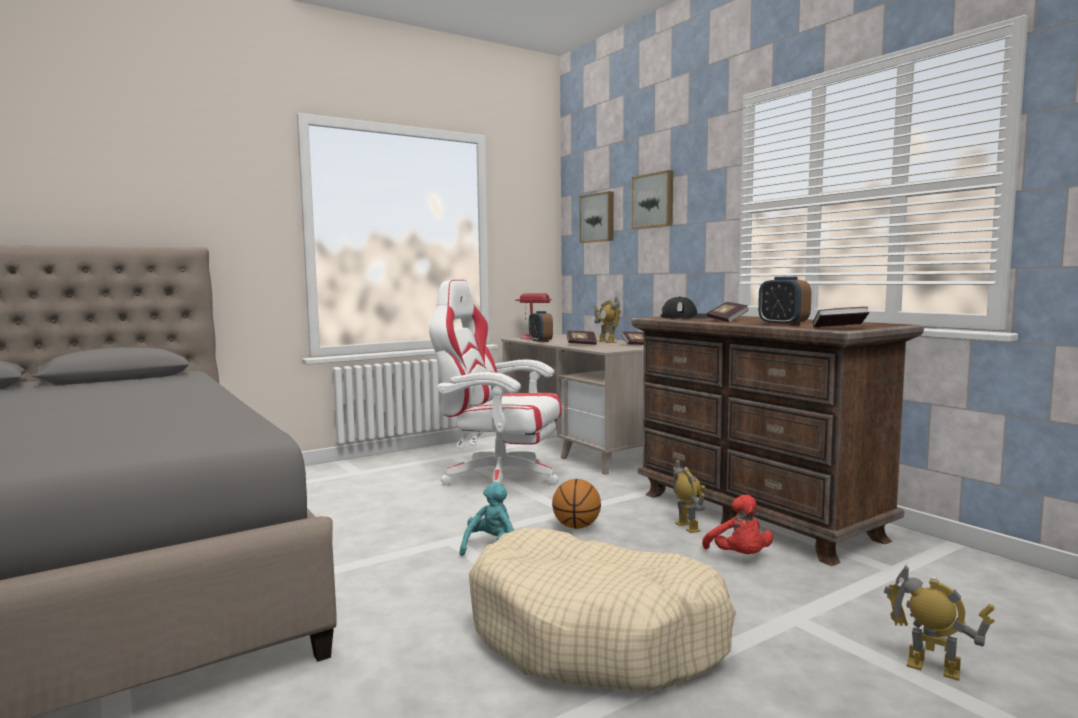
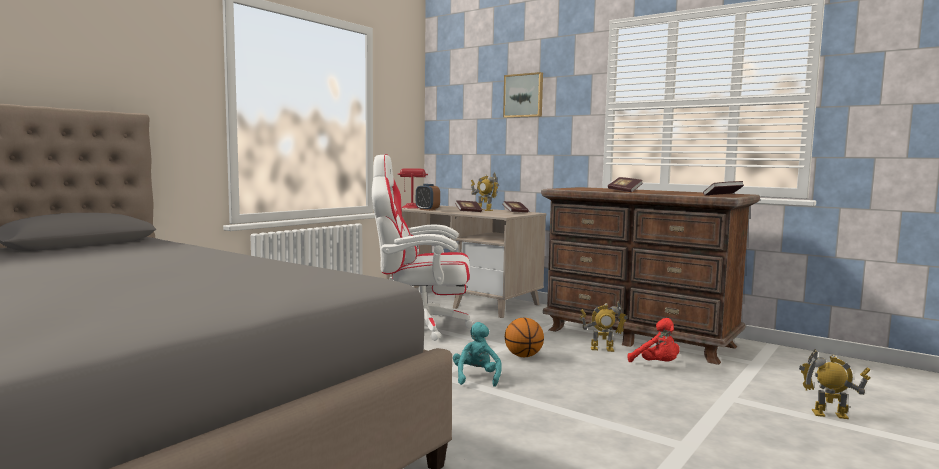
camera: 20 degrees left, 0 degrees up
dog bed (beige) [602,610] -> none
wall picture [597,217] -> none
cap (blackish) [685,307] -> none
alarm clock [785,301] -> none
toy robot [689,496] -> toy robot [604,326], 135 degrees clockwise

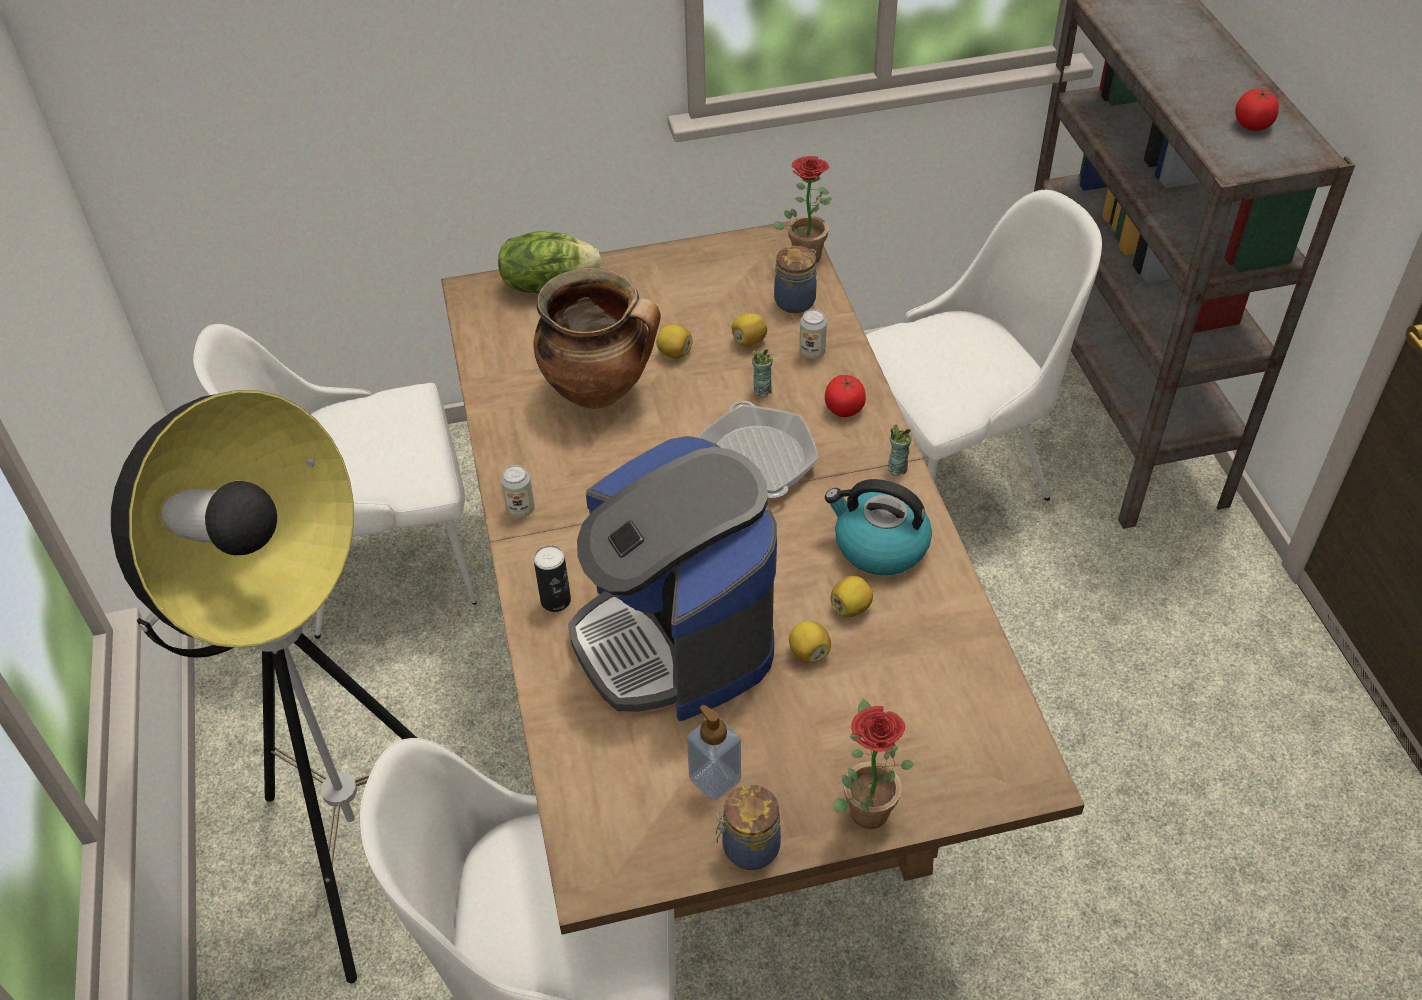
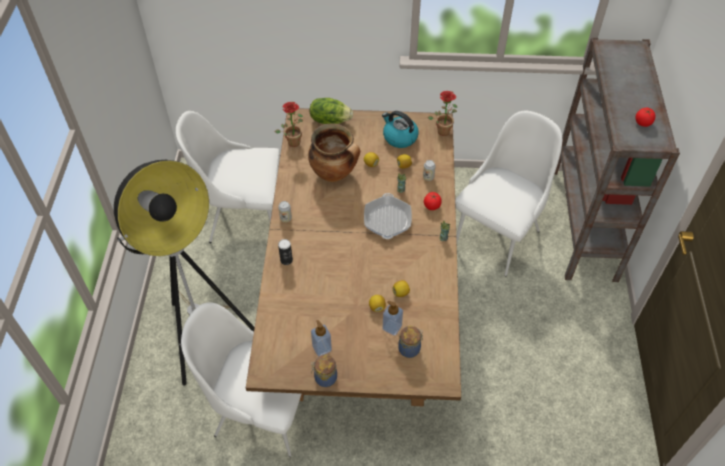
camera: 15 degrees right, 5 degrees up
coffee brewer [672,578] -> none
none -> soap dispenser [392,318]
jar [795,279] -> jar [410,342], moved
kettle [878,527] -> kettle [400,129], moved
plant in a pot [873,764] -> plant in a pot [289,124], moved
chair (white) [983,345] -> chair (white) [508,194], 45 degrees counterclockwise

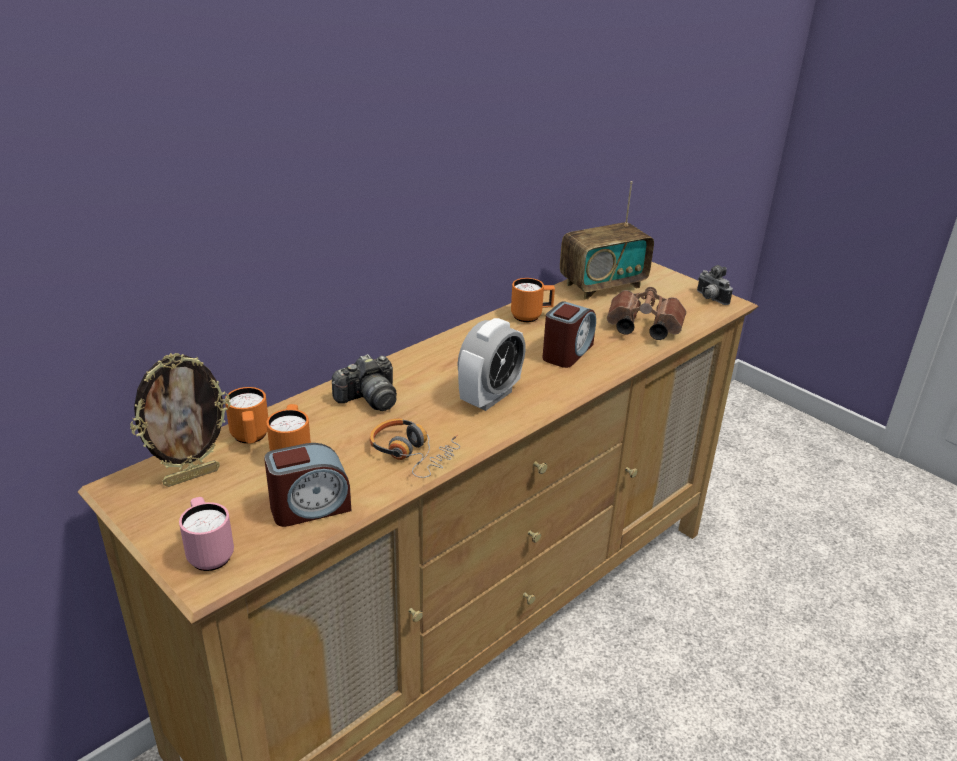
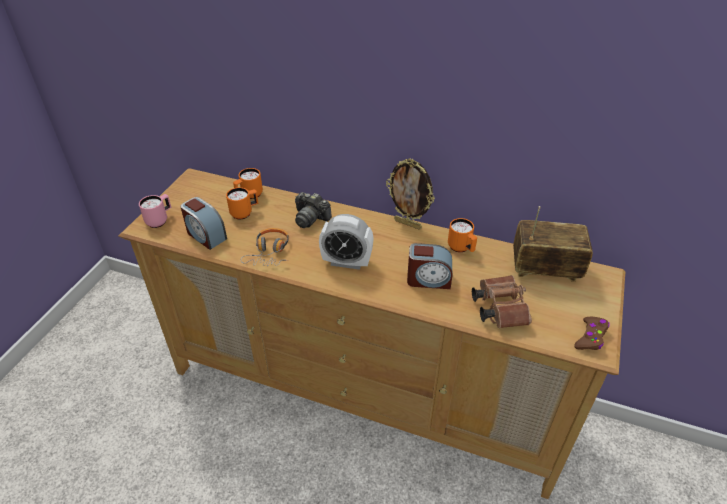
camera: 65 degrees right, 10 degrees up
photo frame [180,420] -> photo frame [410,194], moved
photo camera [715,285] -> gamepad (brown) [592,333]
radio [607,240] -> radio [553,244], 150 degrees clockwise

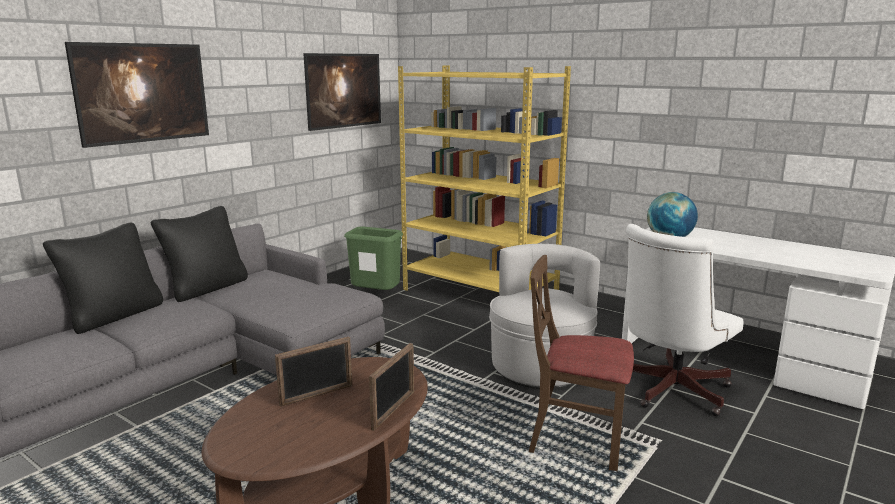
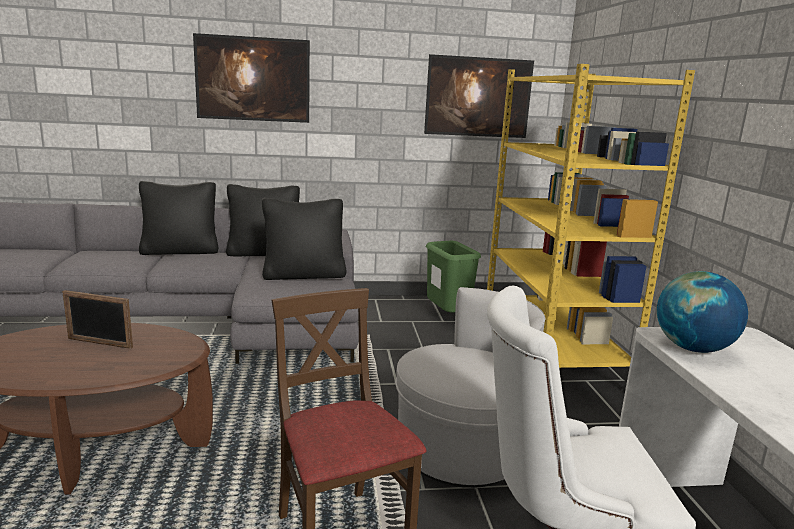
camera: 45 degrees right, 0 degrees up
photo frame [391,387] -> none
none -> throw pillow (blackish) [304,239]

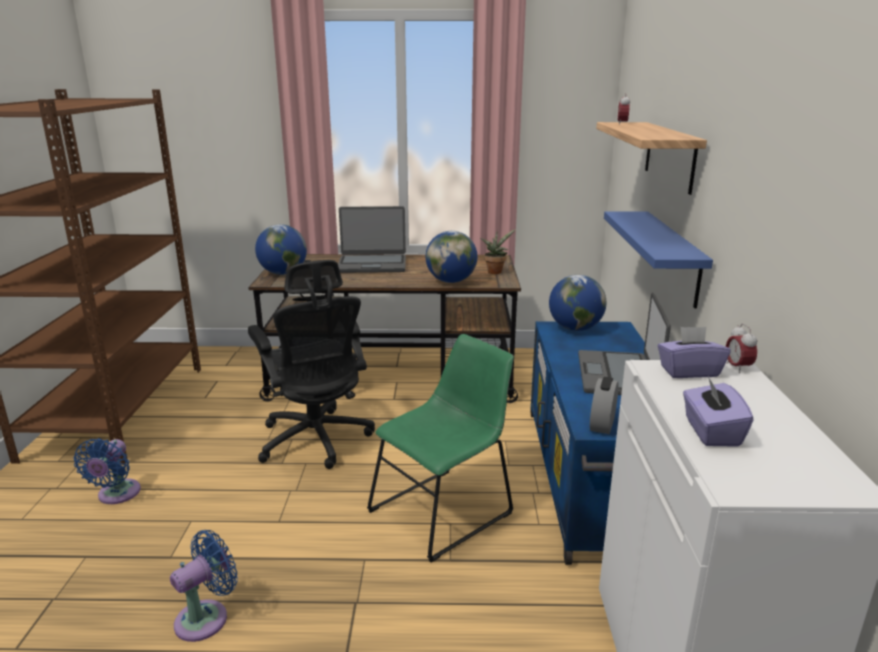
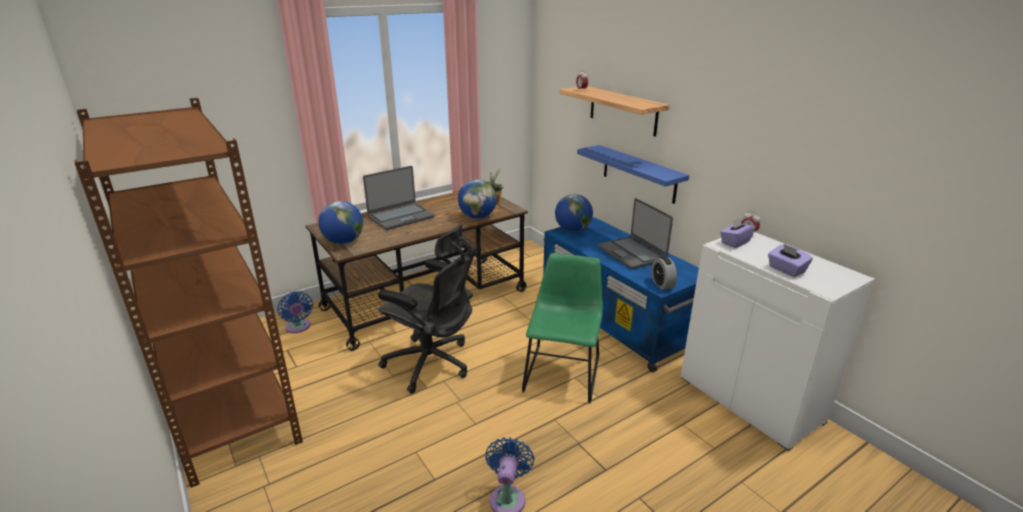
camera: 35 degrees left, 5 degrees up
electric fan (bluish) [107,471] -> electric fan (bluish) [295,312], moved

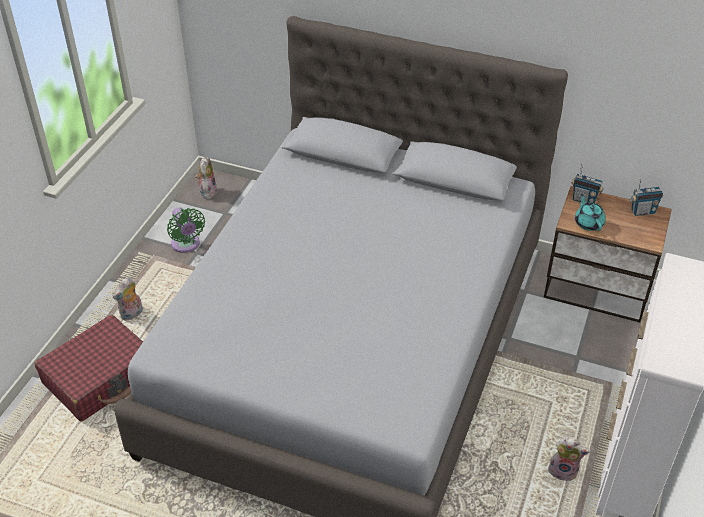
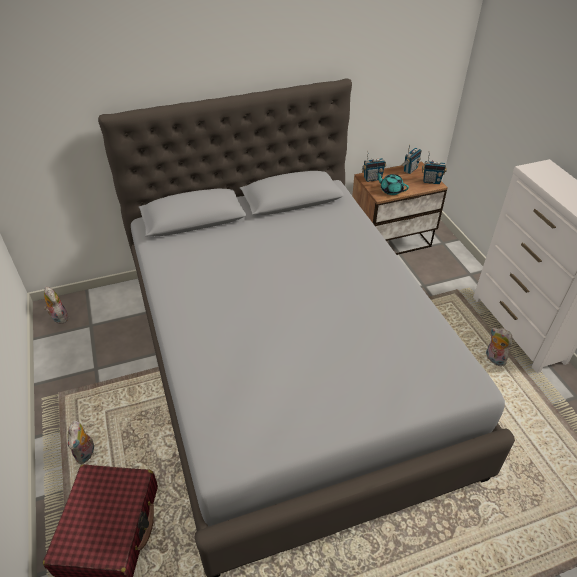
camera: 40 degrees left, 0 degrees up
electric fan (green) [186,230] -> none
none -> radio [434,167]
plush toy [569,458] -> plush toy [499,346], 105 degrees counterclockwise

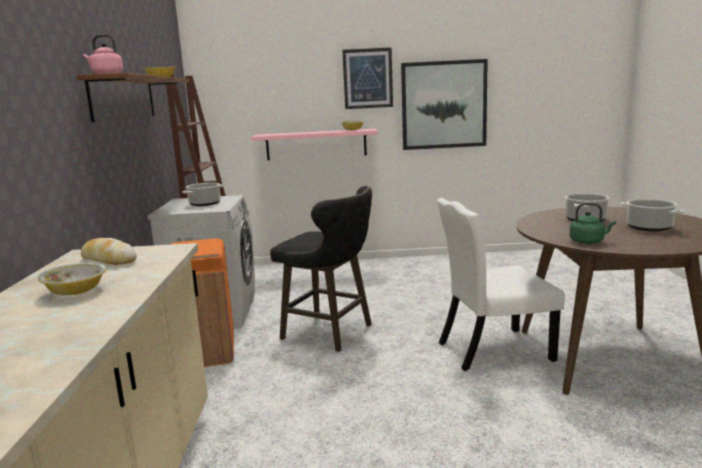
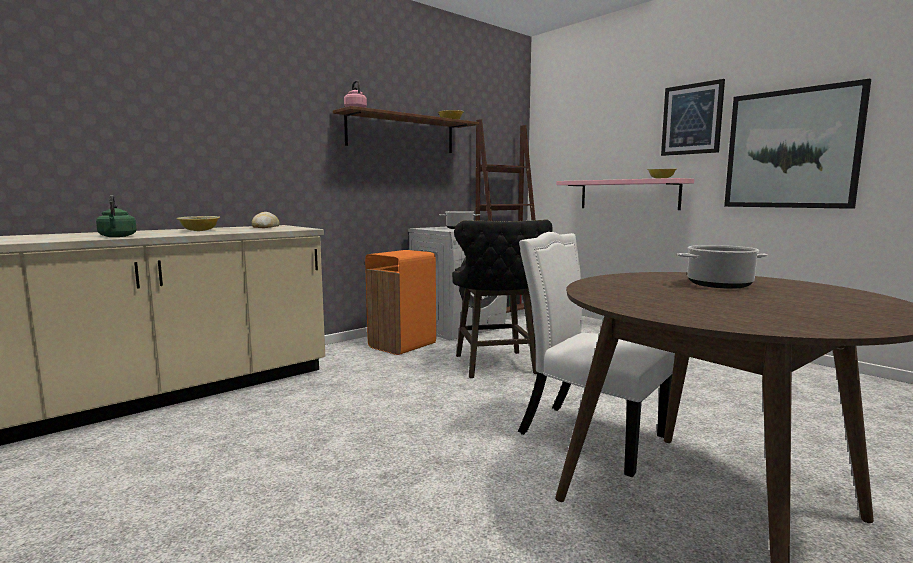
camera: 50 degrees right, 5 degrees down
cooking pot [652,215] -> none
kettle (green) [592,223] -> kettle (green) [116,216], moved

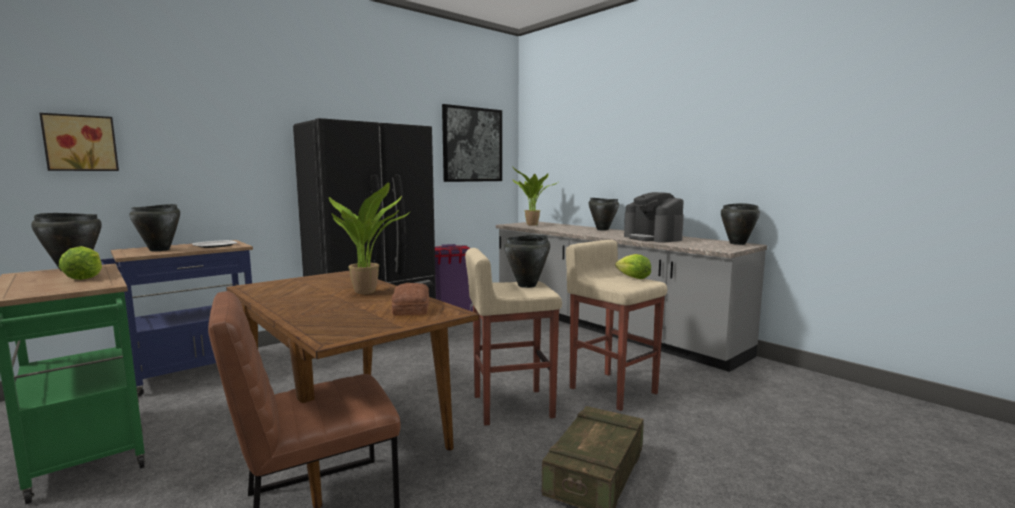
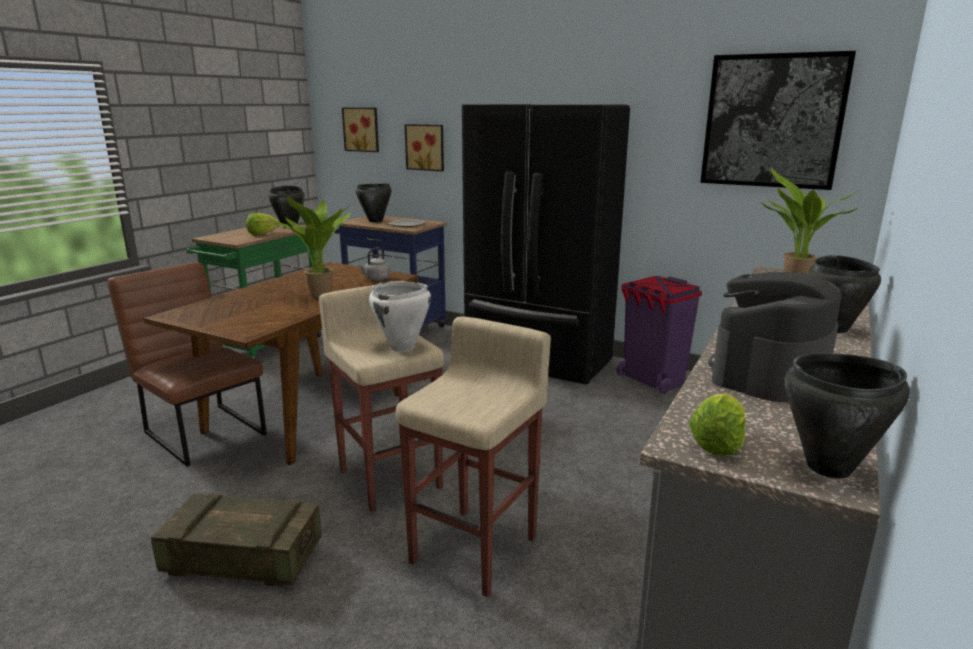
camera: 70 degrees right, 10 degrees up
baked bread [410,299] -> none
none -> kettle (grey) [375,264]
none -> wall picture [424,147]
lettuce head [633,266] -> lettuce head [717,425], moved
cooking pot (blackish) [527,261] -> cooking pot (white) [400,316]

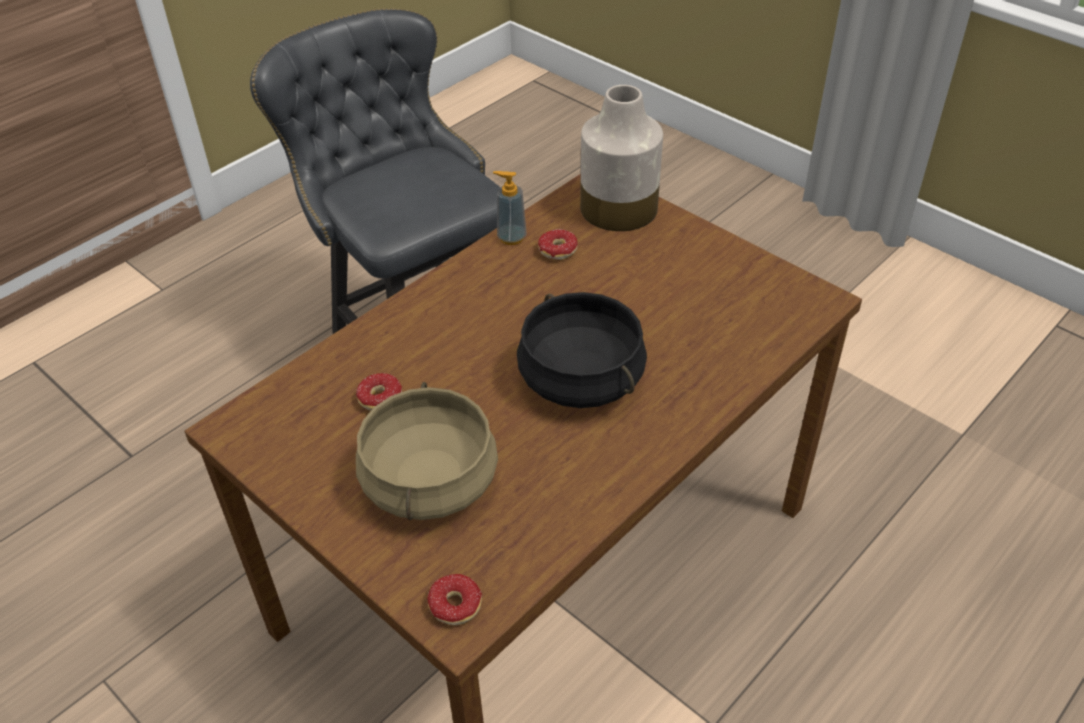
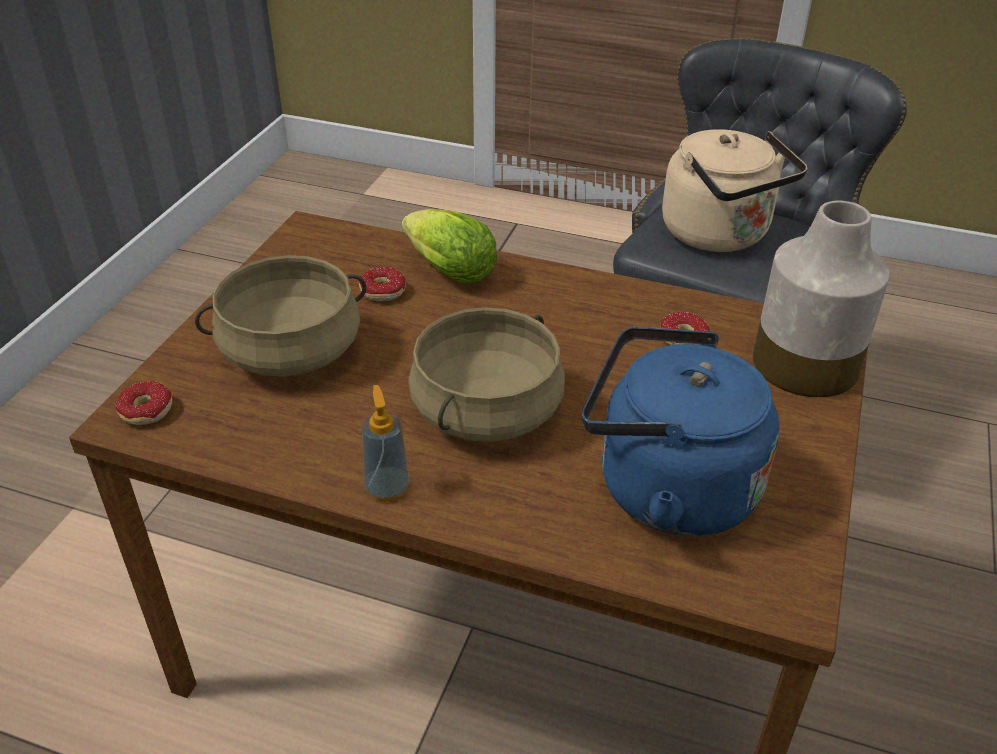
camera: 65 degrees right, 5 degrees down
none -> lettuce head [449,246]
none -> kettle (bluish) [681,431]
none -> kettle (beige) [734,190]
soap dispenser [509,208] -> soap dispenser [385,443], moved
cooking pot (blackish) [582,350] -> cooking pot (beige) [486,374]

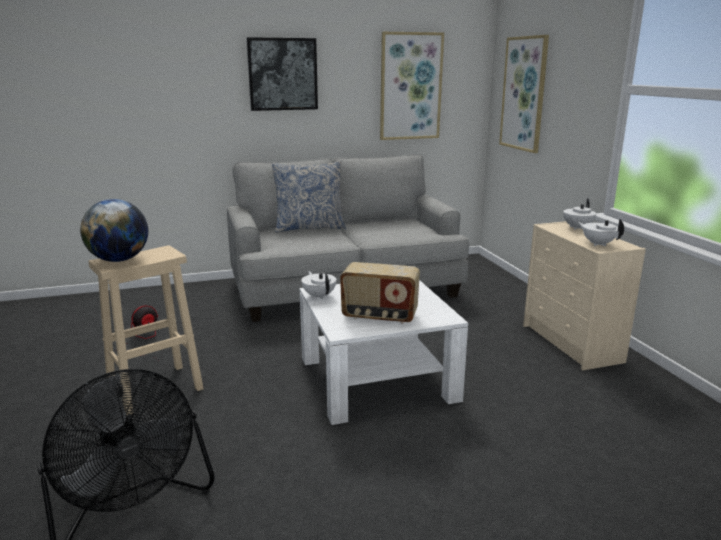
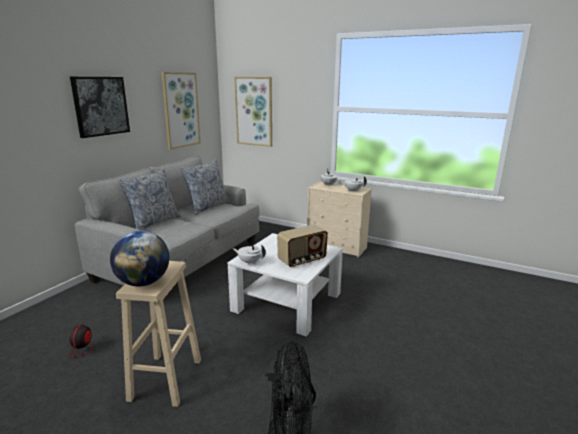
camera: 45 degrees left, 0 degrees up
none -> throw pillow [205,187]

